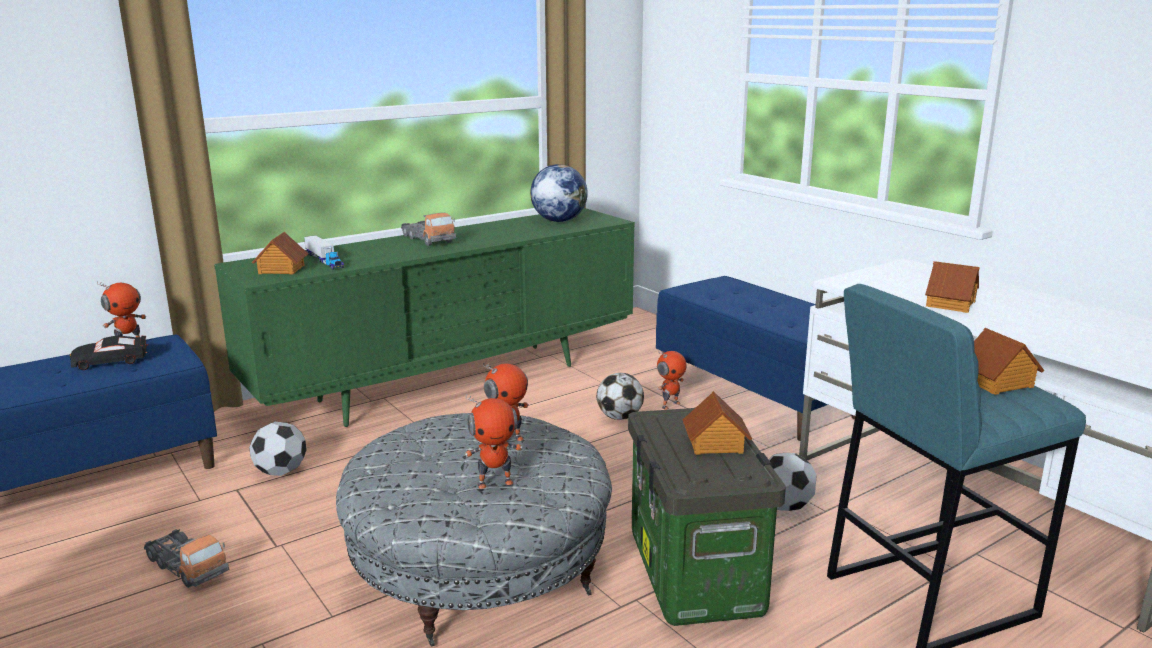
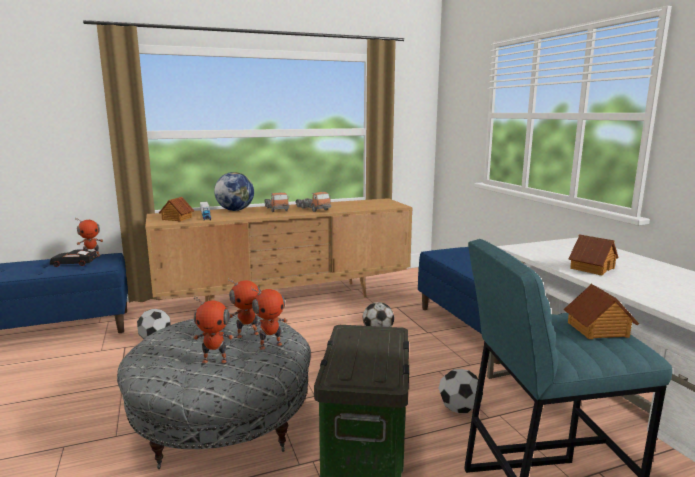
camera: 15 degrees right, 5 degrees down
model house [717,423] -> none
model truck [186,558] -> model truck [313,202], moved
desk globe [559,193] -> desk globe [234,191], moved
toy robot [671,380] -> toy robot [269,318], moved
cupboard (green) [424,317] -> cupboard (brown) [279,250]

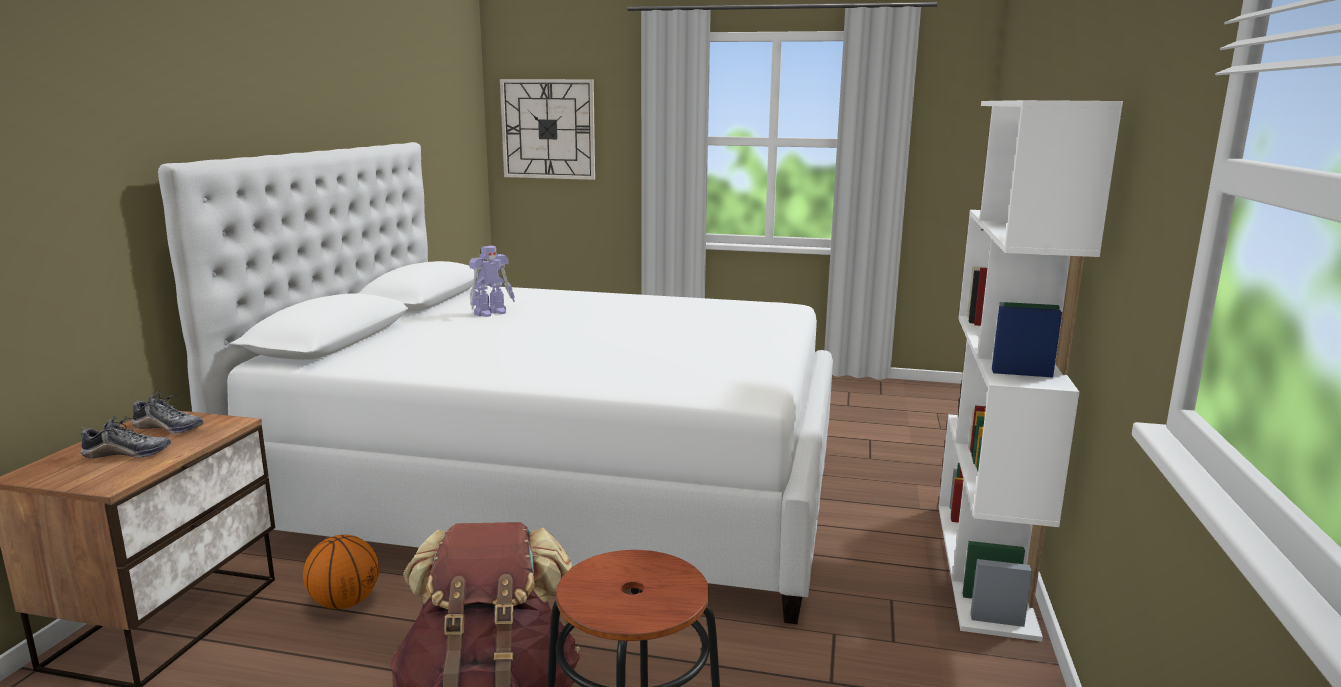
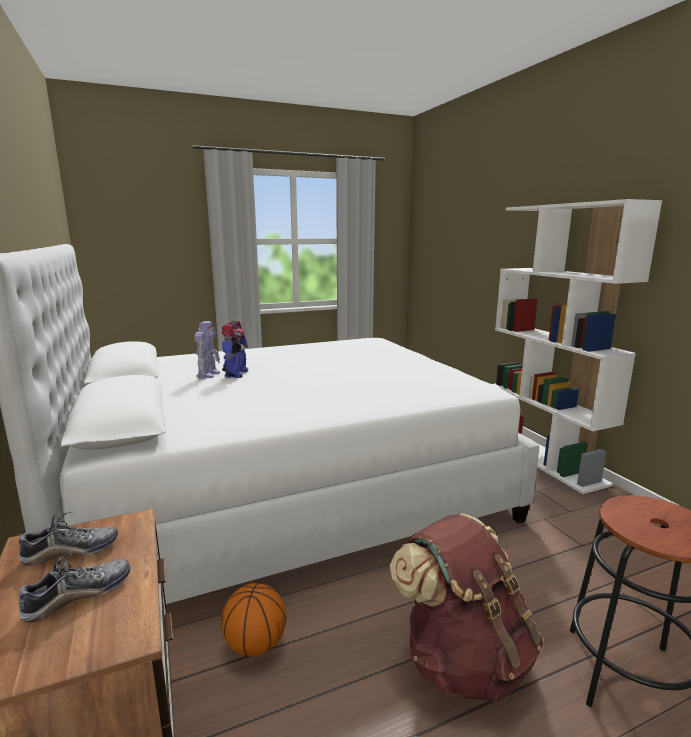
camera: 35 degrees left, 0 degrees up
wall clock [547,129] -> none
none -> toy robot [235,349]

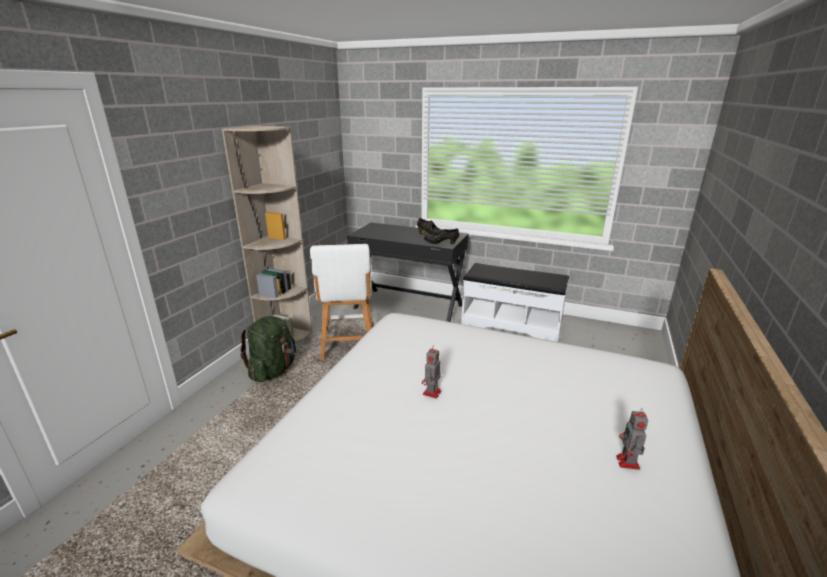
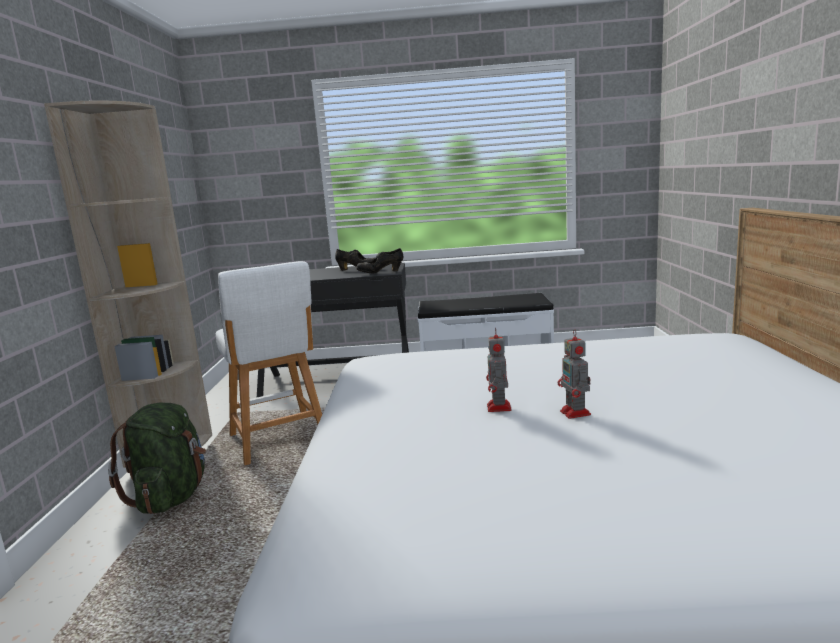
camera: 20 degrees left, 10 degrees down
toy robot [632,439] -> toy robot [574,374], moved

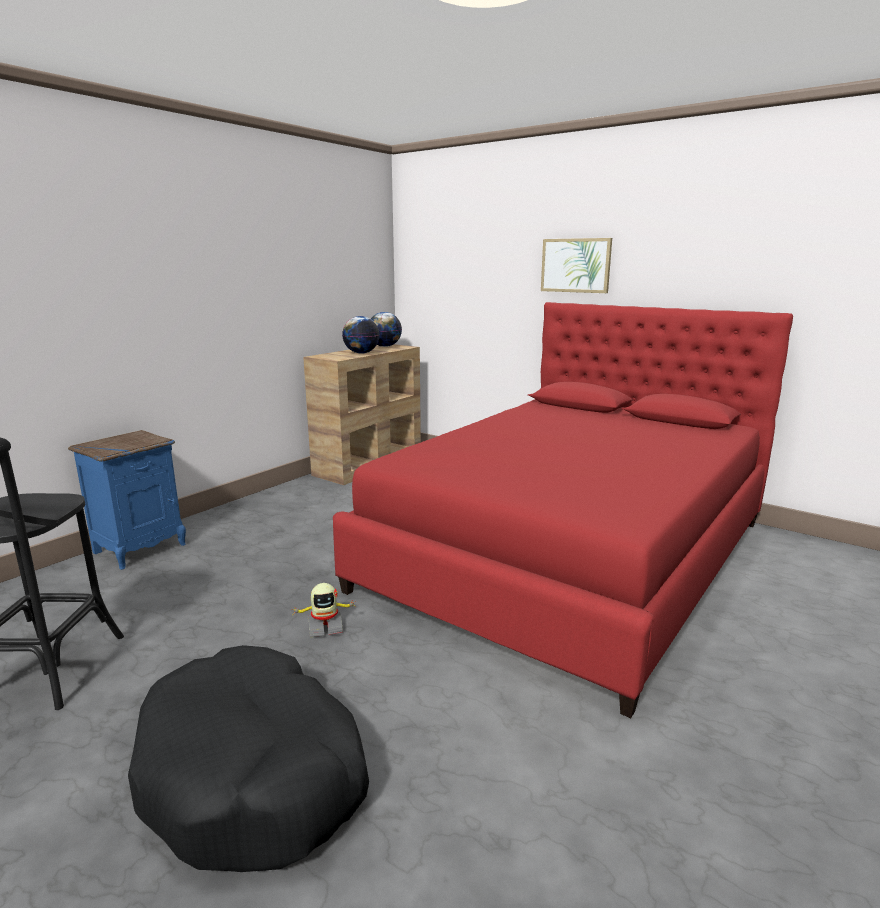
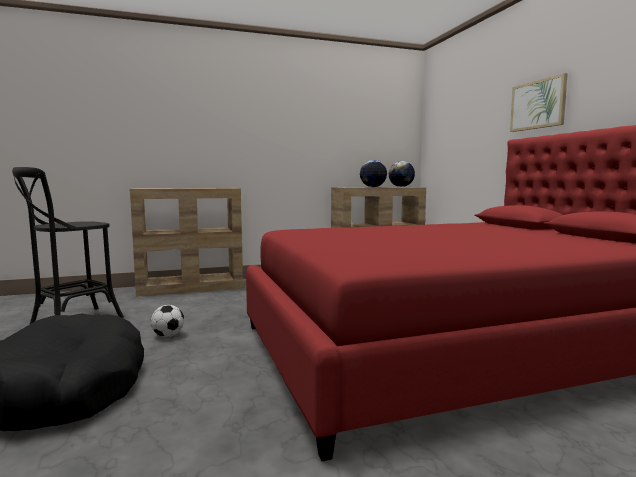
camera: 35 degrees right, 10 degrees down
toy robot [324,610] -> none
none -> football ball [167,321]
night table (bluish) [127,500] -> bookcase (brown) [186,242]

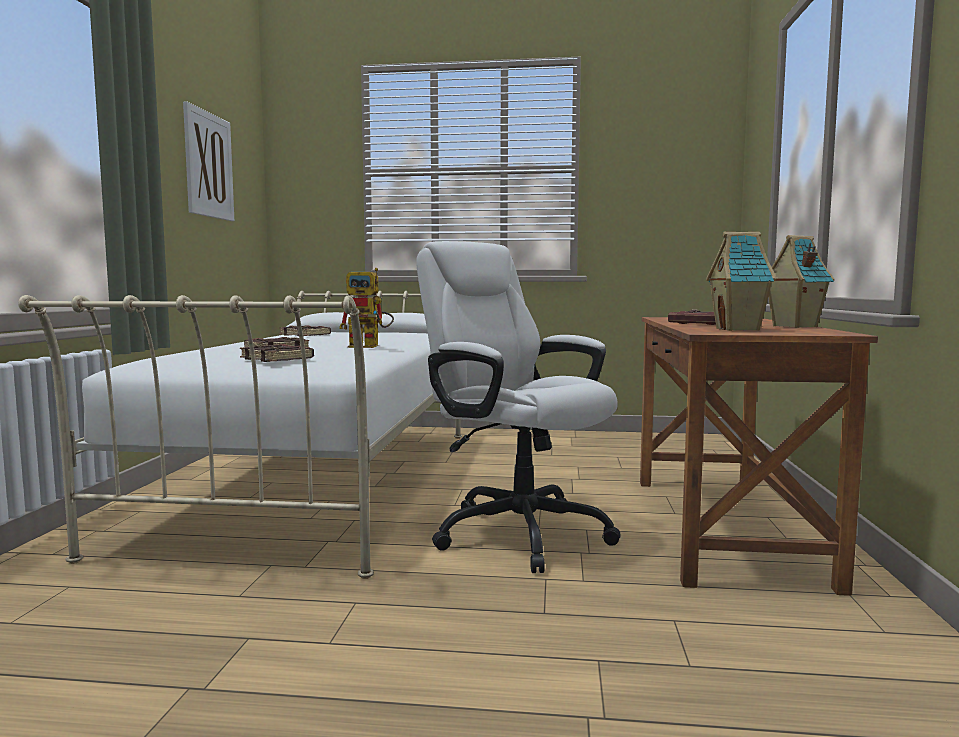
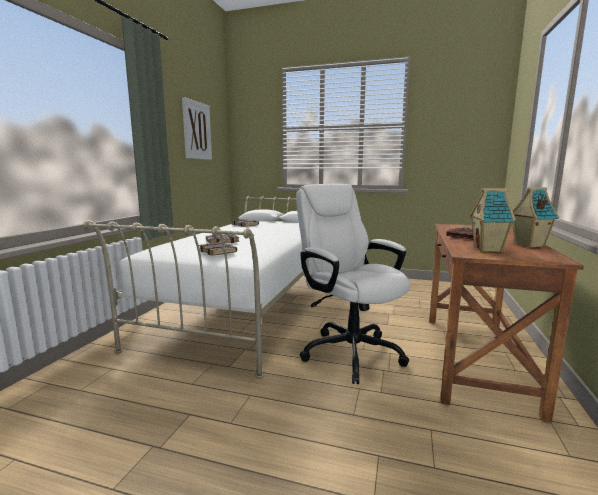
camera: 10 degrees right, 5 degrees up
toy robot [366,308] -> none

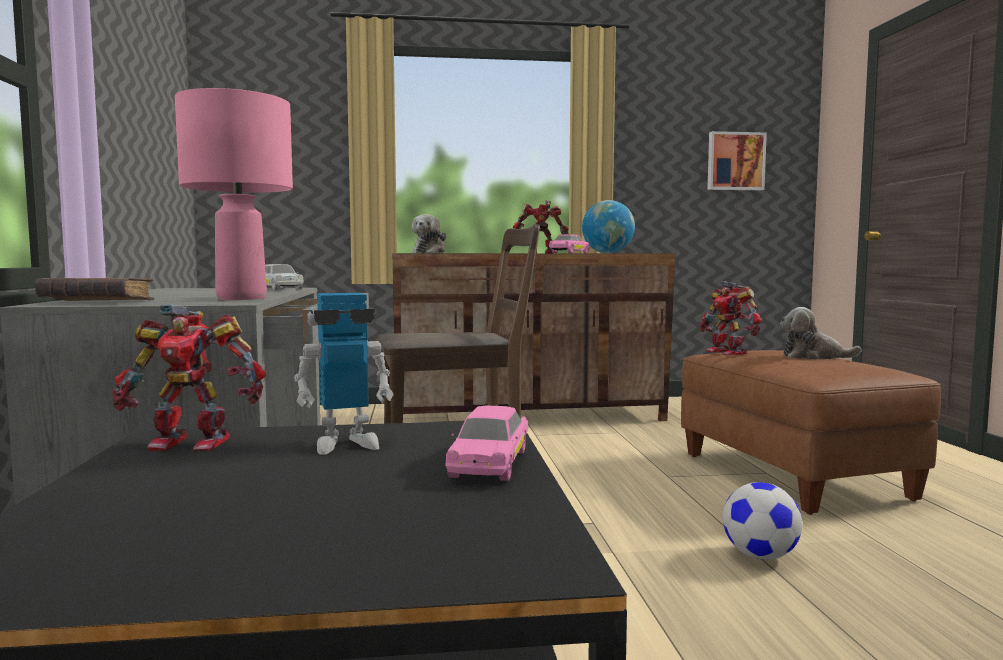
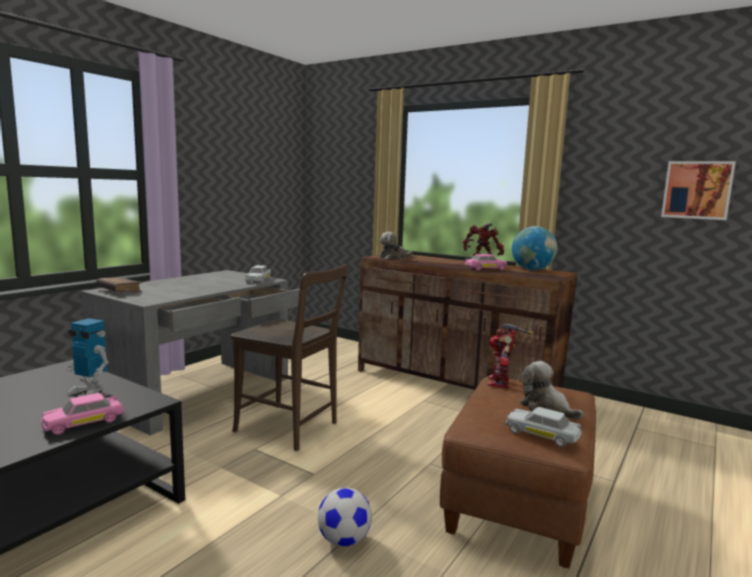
camera: 40 degrees right, 5 degrees up
toy robot [189,377] -> none
lamp for a table (pinkish) [234,194] -> none
none -> model car (white) [543,427]

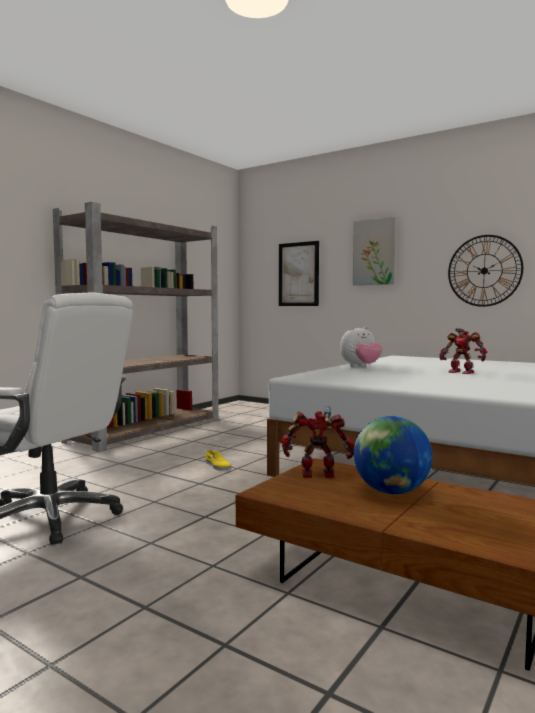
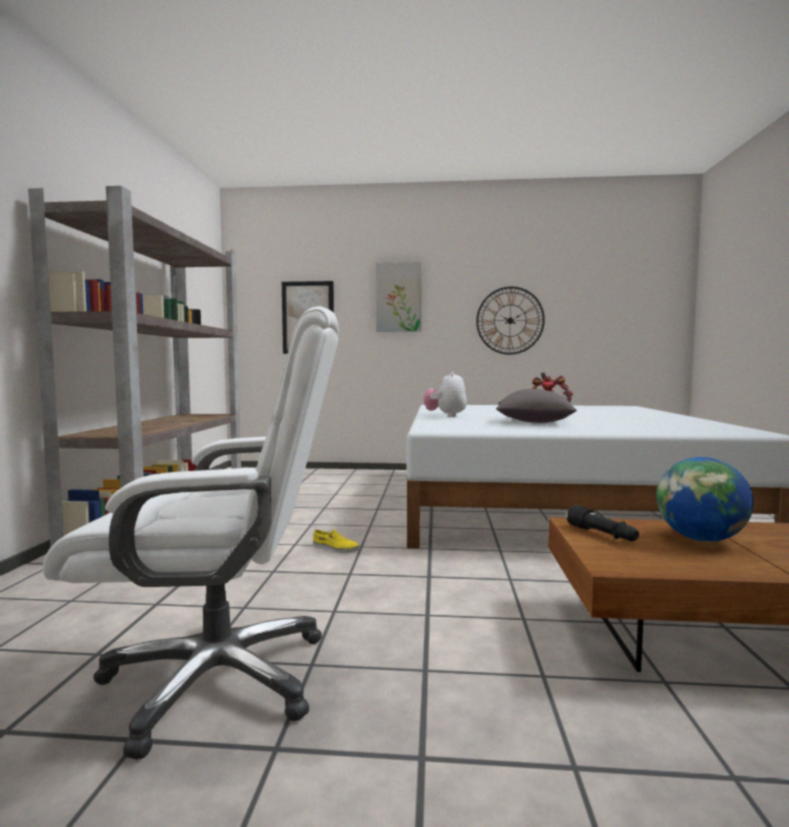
camera: 30 degrees left, 0 degrees up
none -> throw pillow (grey) [536,406]
toy robot [317,442] -> torch (blackish) [603,523]
plush toy [361,346] -> plush toy [445,394], 150 degrees clockwise

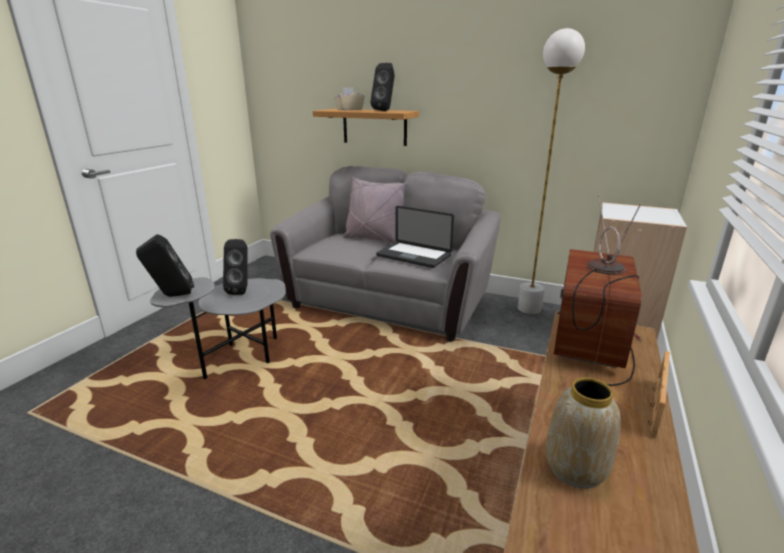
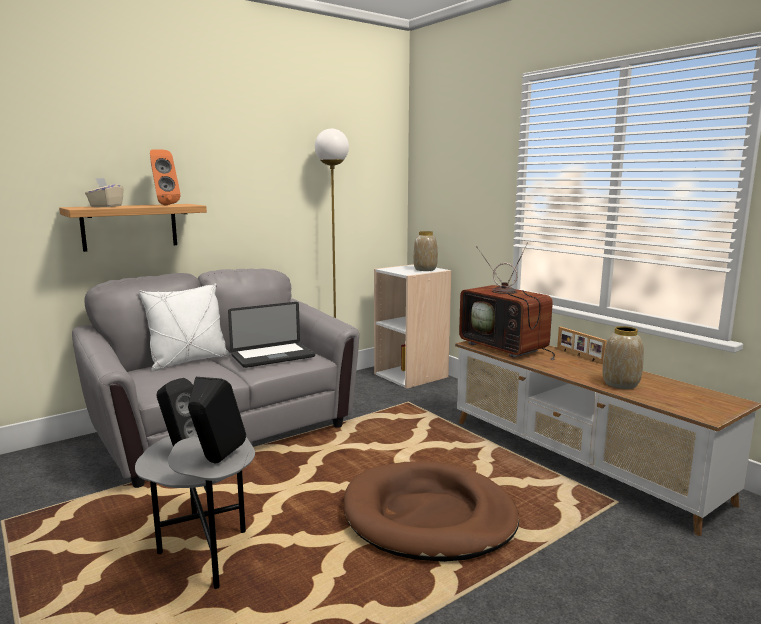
camera: 60 degrees left, 10 degrees down
none -> dog bed (brown) [431,511]
none -> decorative vase [425,251]
throw pillow (purple-coloured) [375,210] -> throw pillow (white) [184,327]
loudspeaker (blackish) [382,87] -> loudspeaker (orange-coloured) [165,177]

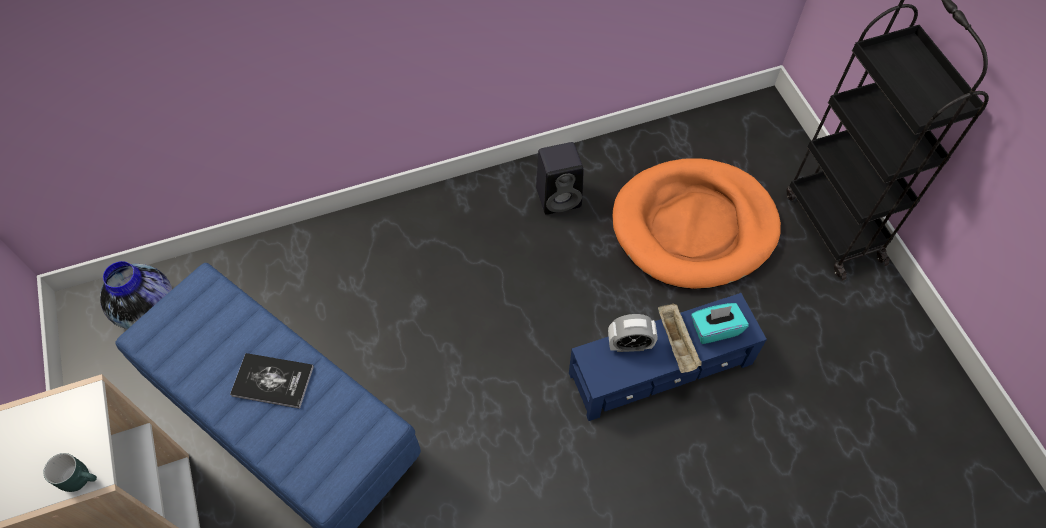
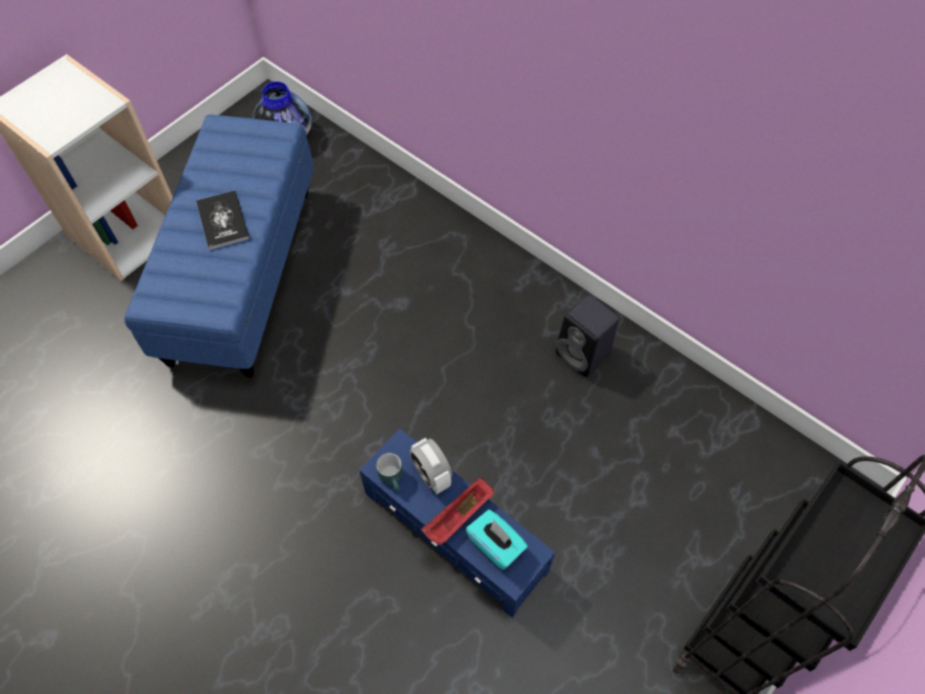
camera: 60 degrees right, 0 degrees up
dog bed (orange-coloured) [697,223] -> none
tea mug (turquoise) [70,472] -> tea mug (turquoise) [389,472], moved
tray (beige) [680,338] -> tray (red-coloured) [457,511]

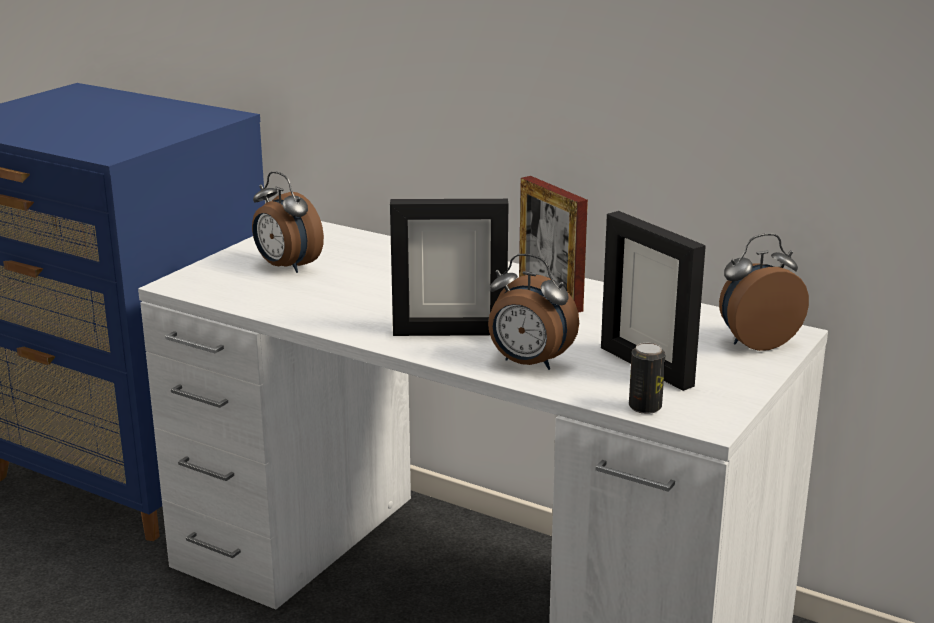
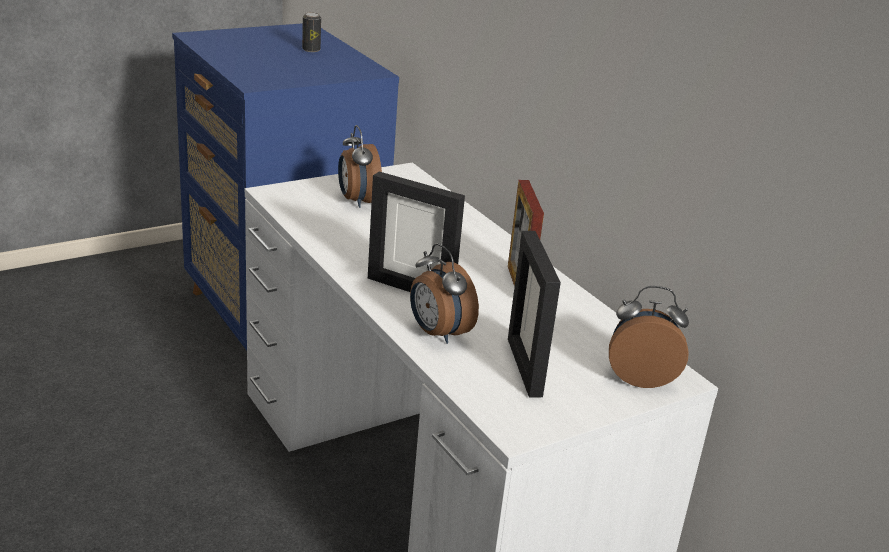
camera: 25 degrees right, 5 degrees up
sealed can [647,378] -> sealed can [311,32], moved

